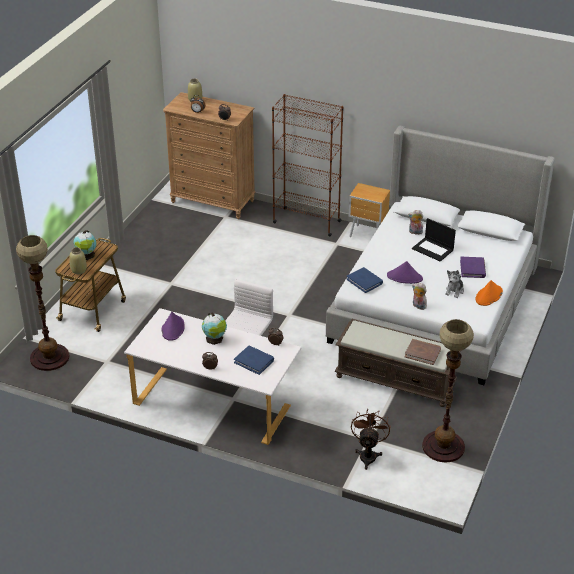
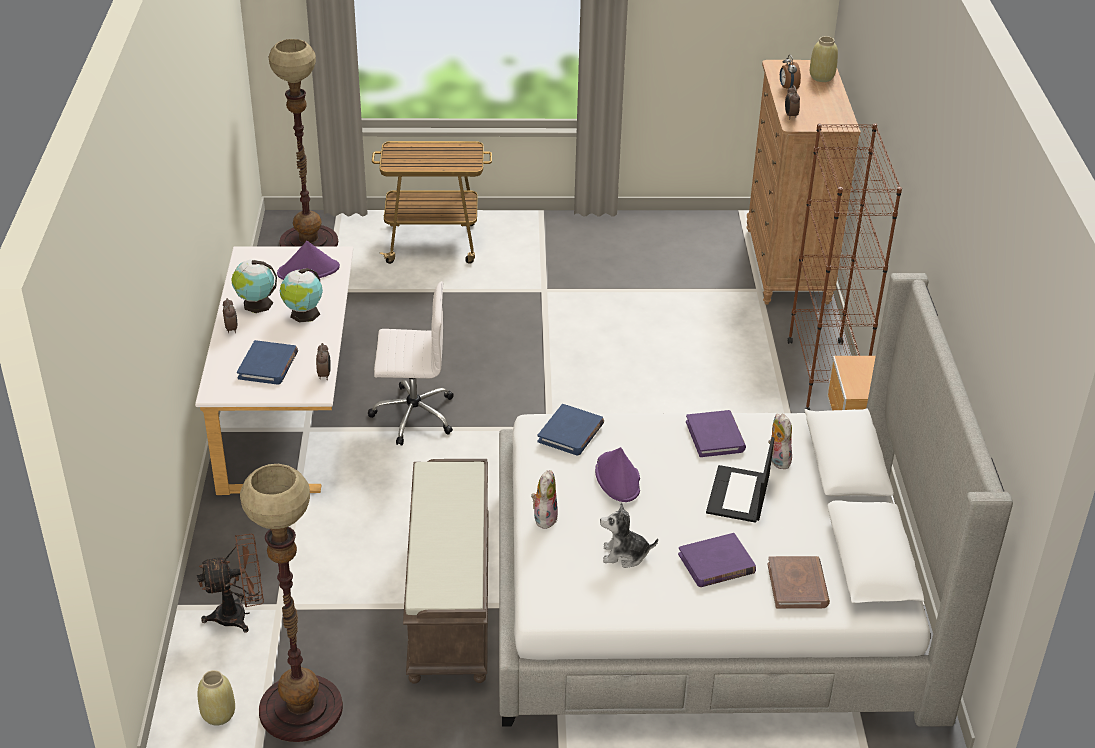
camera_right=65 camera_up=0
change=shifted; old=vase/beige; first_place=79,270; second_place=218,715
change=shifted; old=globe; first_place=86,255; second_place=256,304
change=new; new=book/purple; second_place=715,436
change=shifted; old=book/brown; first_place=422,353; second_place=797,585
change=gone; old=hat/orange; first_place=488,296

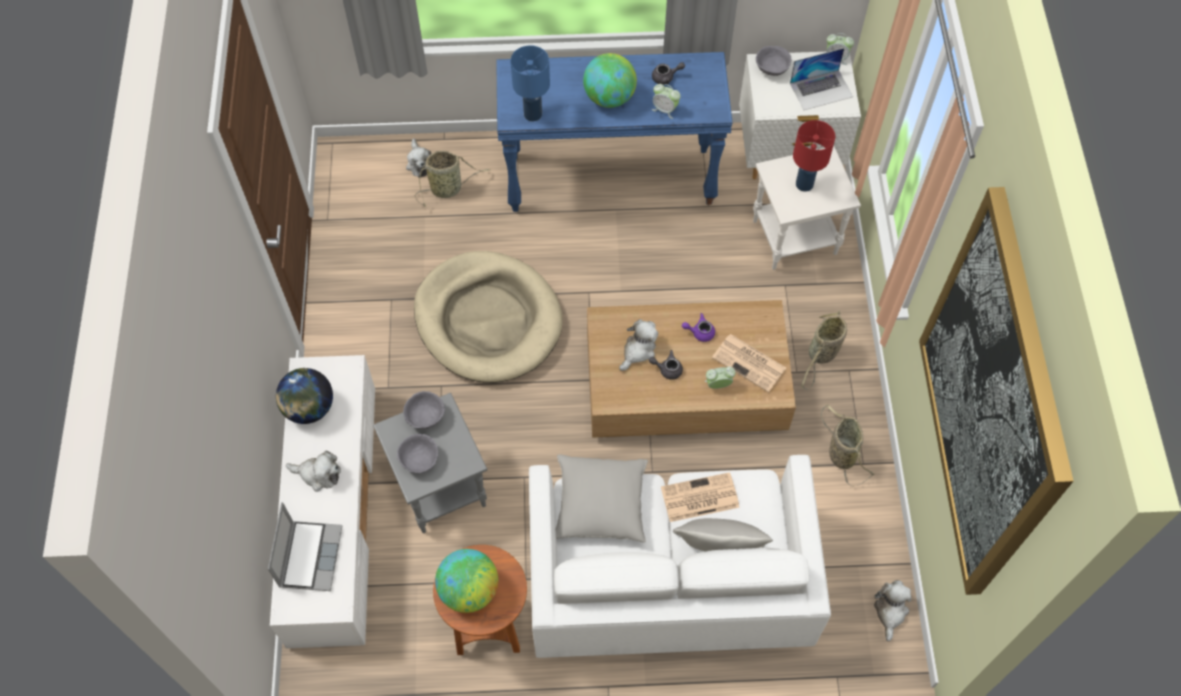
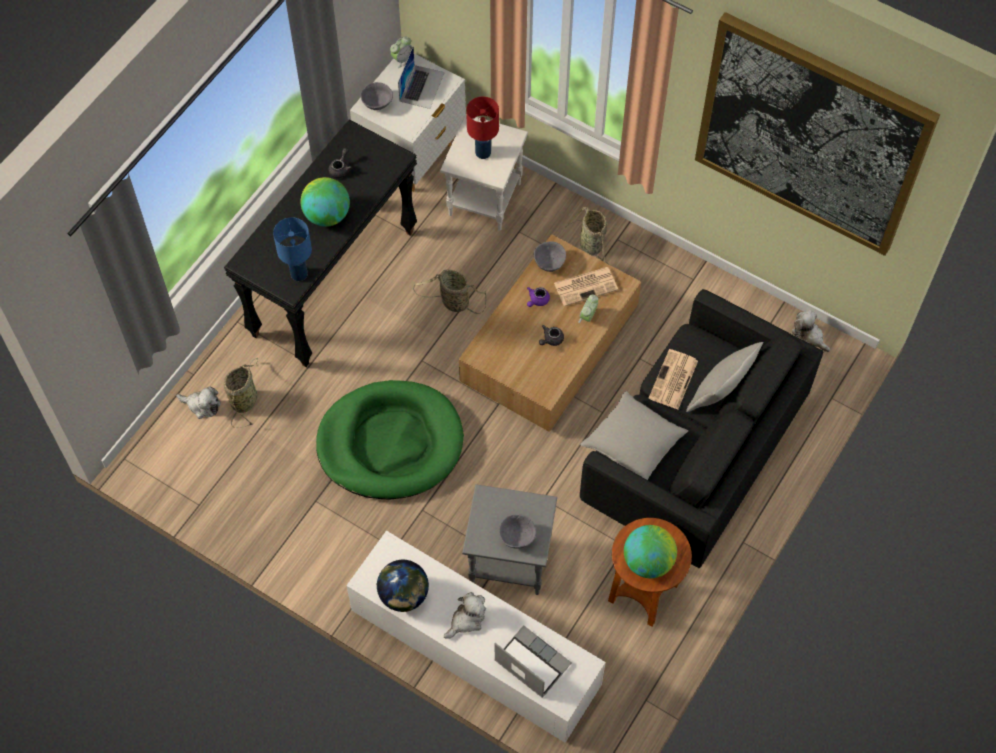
camera_right=-55 camera_up=0
change=repainted; old=console table/blue; new=console table/black; first_place=611,178; second_place=333,282
change=repainted; old=dog bed/beige; new=dog bed/green; first_place=488,320; second_place=390,443
change=shifted; old=basket; first_place=841,453; second_place=453,302
change=shifted; old=bowl/grey; first_place=426,417; second_place=549,263
change=repainted; old=sofa/white; new=sofa/black; first_place=667,580; second_place=691,455
change=gone; old=plush toy; first_place=638,350
change=gone; old=alarm clock; first_place=665,109

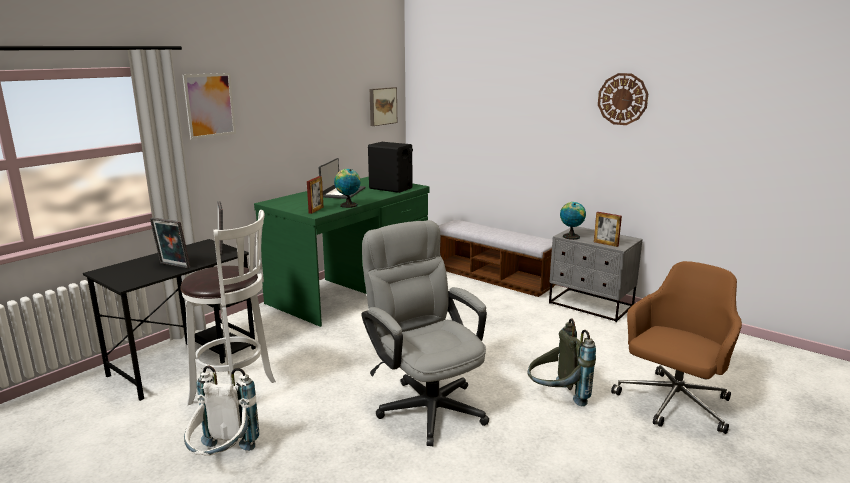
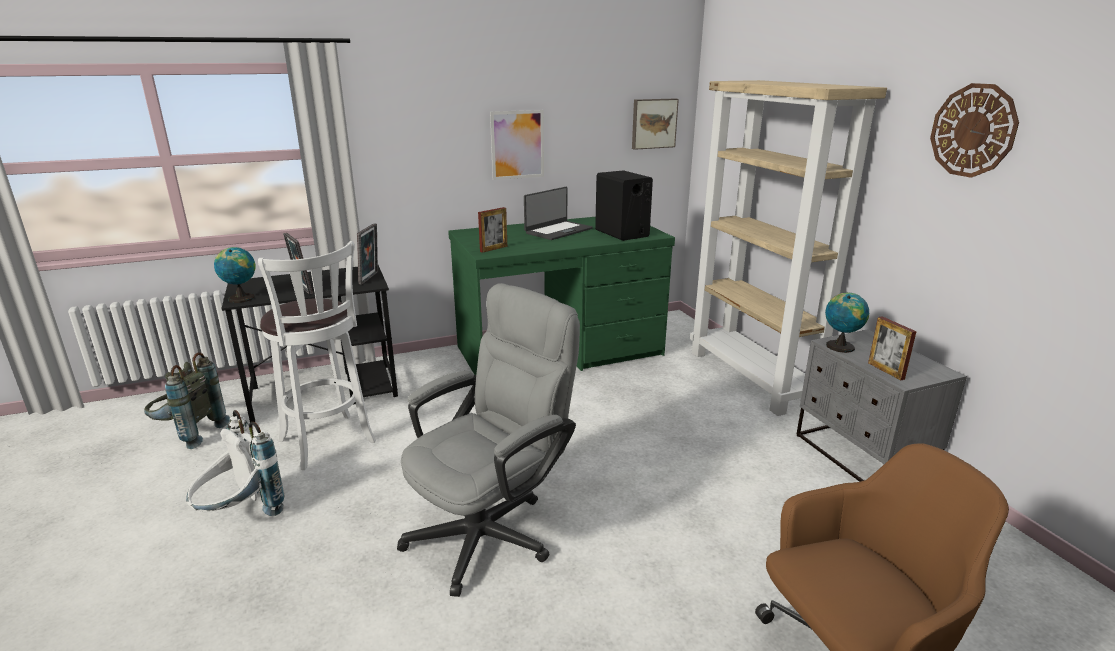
camera_right=30 camera_up=5
change=shifted; old=backpack/grey; first_place=556,398; second_place=189,434
change=shifted; old=globe; first_place=348,205; second_place=241,297
change=rotated; old=office chair/grey; first_place=426,404; second_place=492,529; degrees=45
change=shifted; old=picture; first_place=210,105; second_place=517,145
change=swapped; old=bench; new=bookcase/beige; first_place=494,278; second_place=751,377

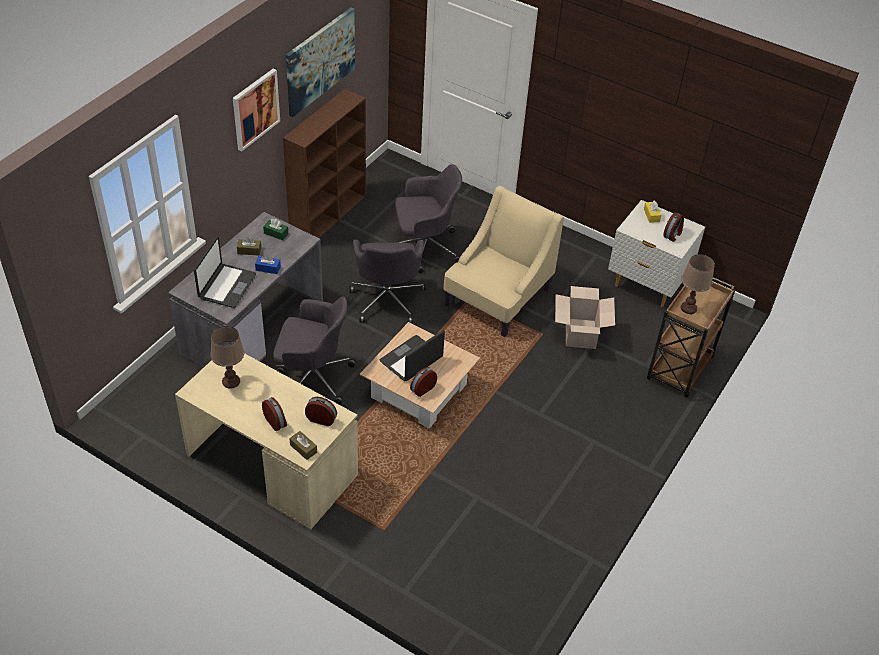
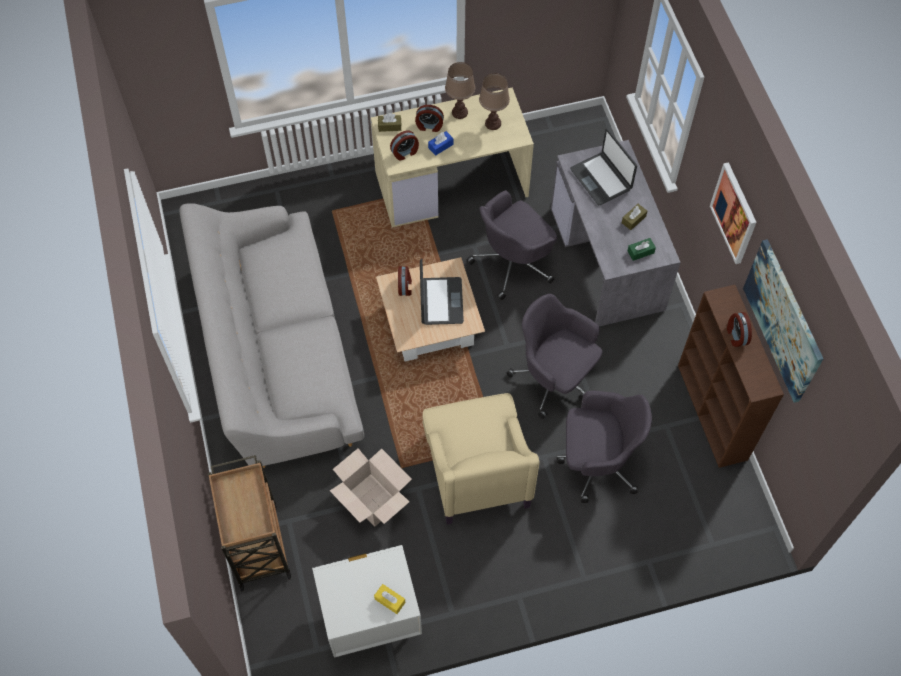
camera_right=135 camera_up=15
change=new; new=sofa/grey; second_place=278,352
change=shifted; old=tissue box/blue; first_place=268,268; second_place=440,146
change=shifted; old=table lamp/brown; first_place=688,308; second_place=459,112
change=rotated; old=office chair/grey; first_place=425,247; second_place=596,461; degrees=-120
change=shifted; old=alarm clock; first_place=672,235; second_place=736,335

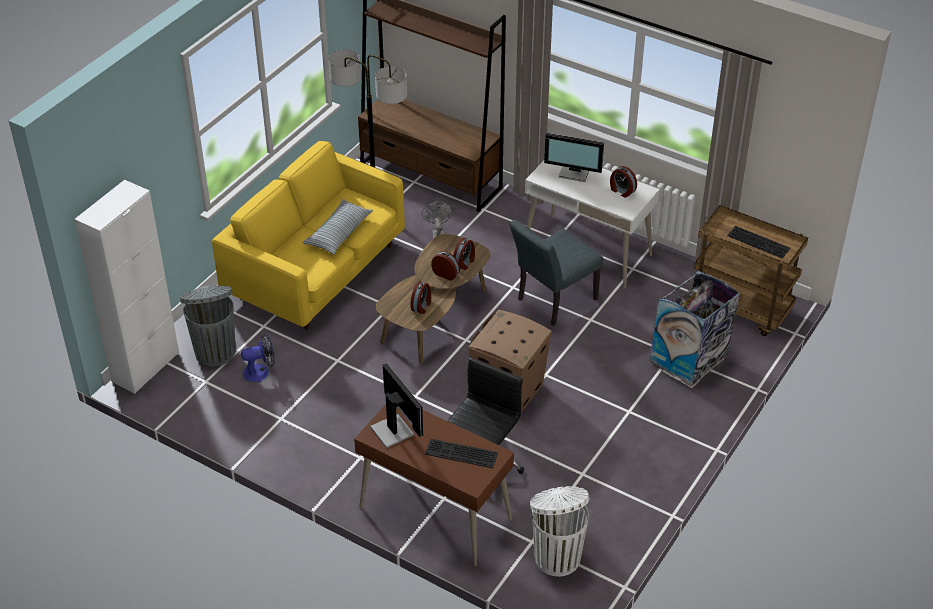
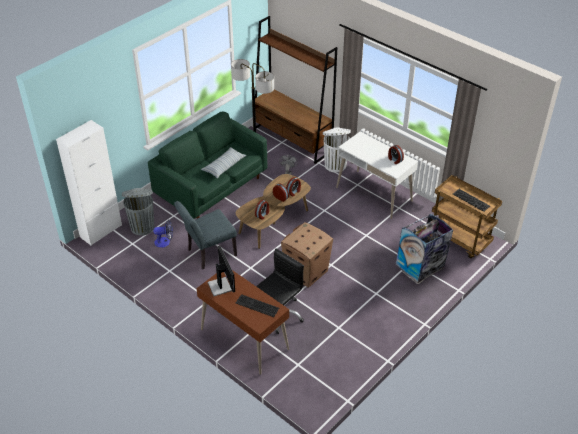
camera_right=10 camera_up=0
change=repainted; old=sofa/yellow; new=sofa/green; first_place=316,272; second_place=212,188
change=shifted; old=chair/grey; first_place=552,301; second_place=208,254
change=shifted; old=trash can/white; first_place=556,556; second_place=335,165
change=gone; old=monitor; first_place=575,172

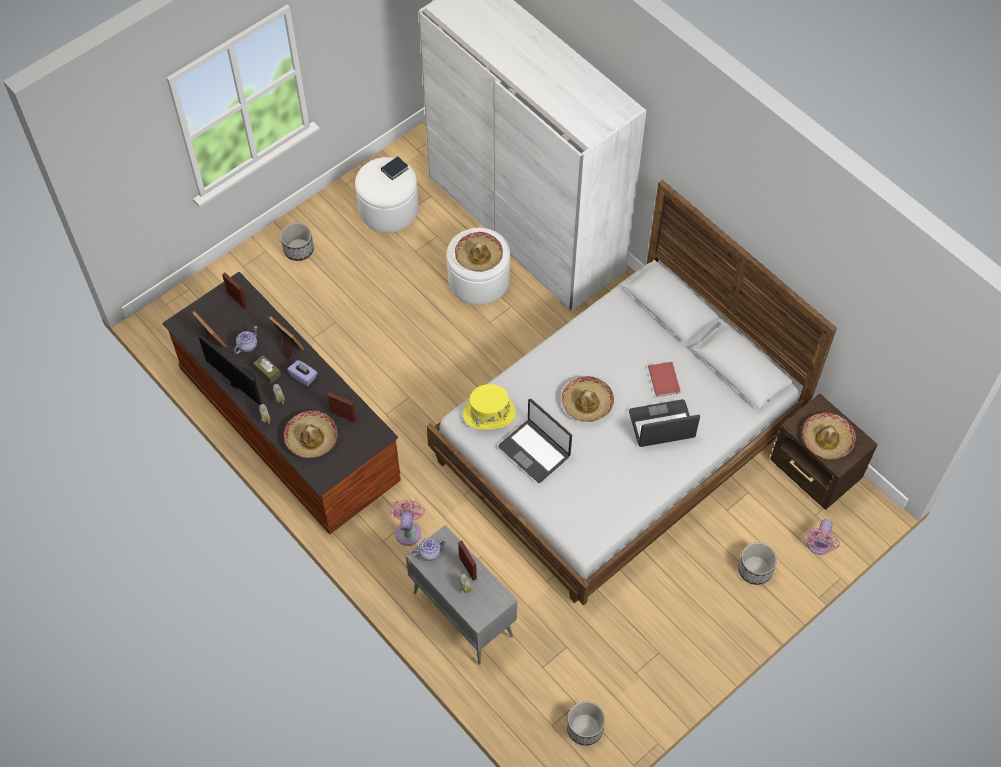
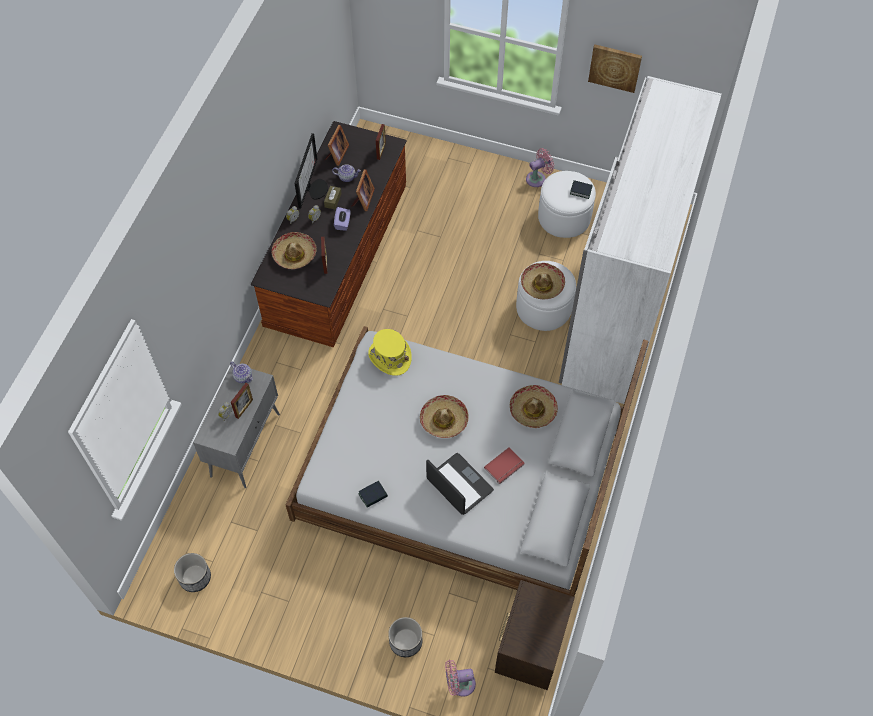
camera_right=60 camera_up=0
change=new; new=book; second_place=373,495
change=shifted; old=hat; first_place=827,439; second_place=533,410
change=shifted; old=fan/pink; first_place=408,531; second_place=538,178
change=new; new=picture; second_place=615,67
change=gone; old=planter; first_place=299,249
change=gone; old=laptop; first_place=535,451

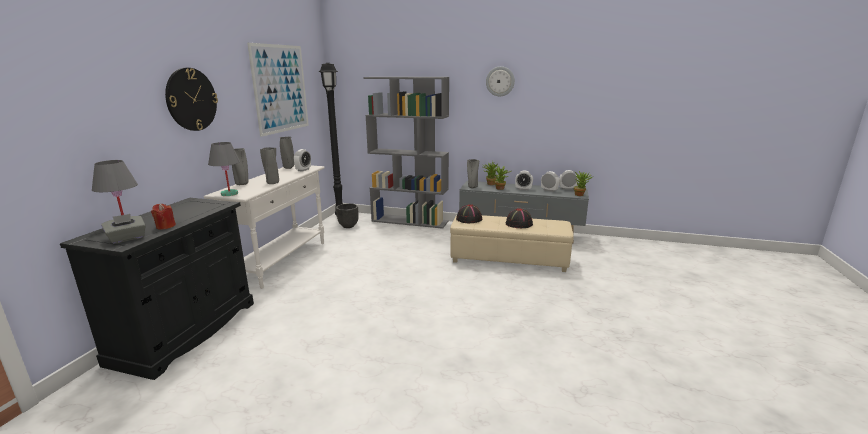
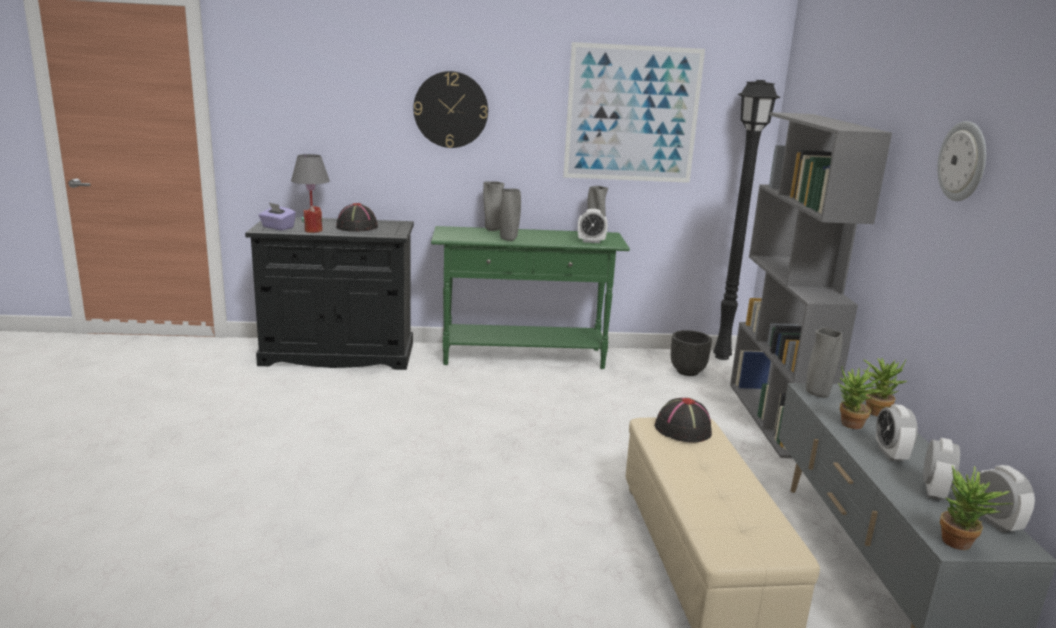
camera_right=70 camera_up=0
change=repainted; old=tissue box/grey; new=tissue box/purple; first_place=127,238; second_place=277,227
change=shifted; old=hat/black; first_place=519,224; second_place=356,227
change=repainted; old=console table/white; new=console table/green; first_place=282,261; second_place=524,357
change=gone; old=table lamp/grey; first_place=229,194

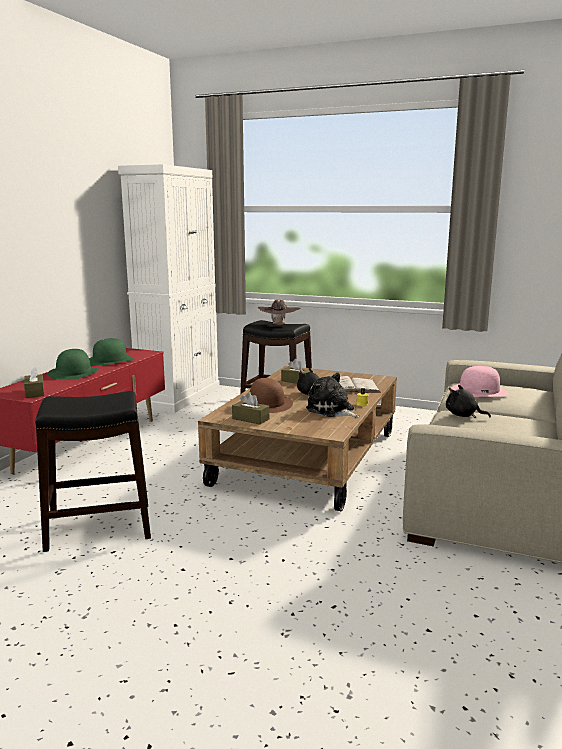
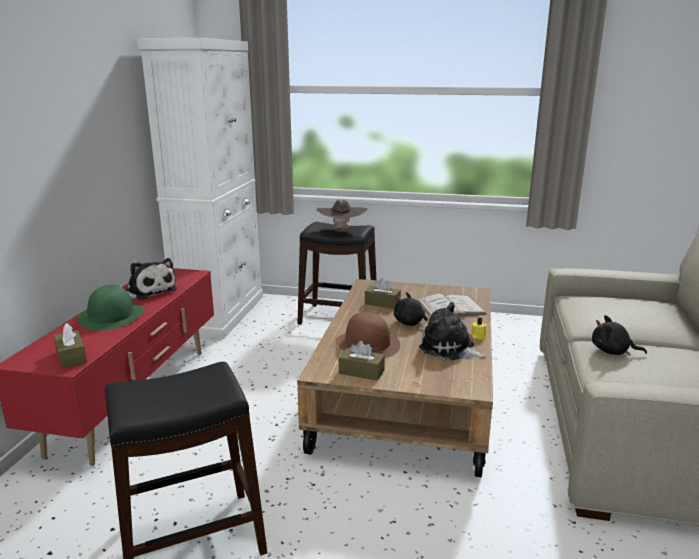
camera_right=-10 camera_up=5
change=swapped; old=hat/green; new=plush toy; first_place=110,360; second_place=150,290
change=gone; old=hat/pink; first_place=479,391

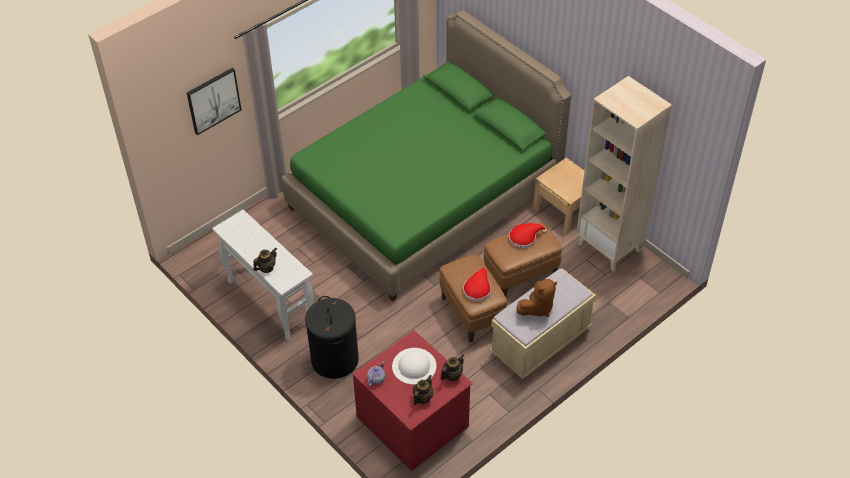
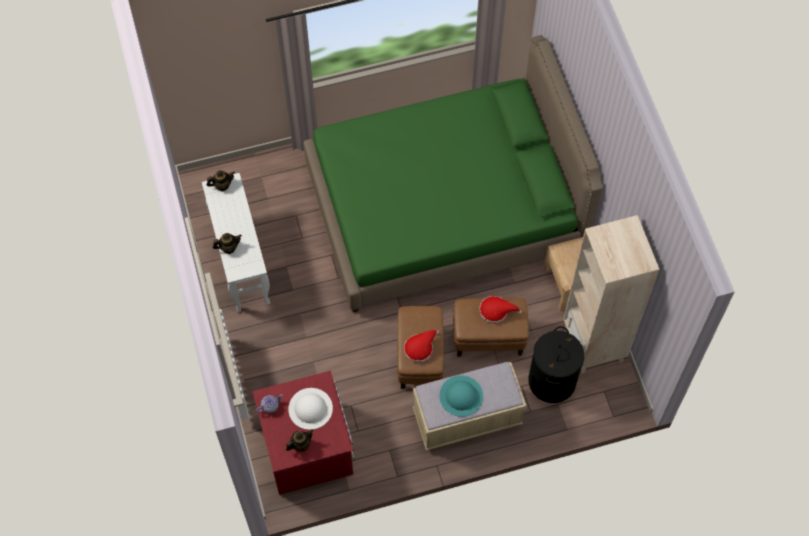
camera_right=25 camera_up=15
change=shifted; old=teapot; first_place=452,375; second_place=222,185
change=swapped; old=plush toy/brown; new=hat/turquoise; first_place=537,308; second_place=461,396
change=shifted; old=laundry basket/black; first_place=334,359; second_place=552,380
change=gone; old=picture; first_place=213,100

